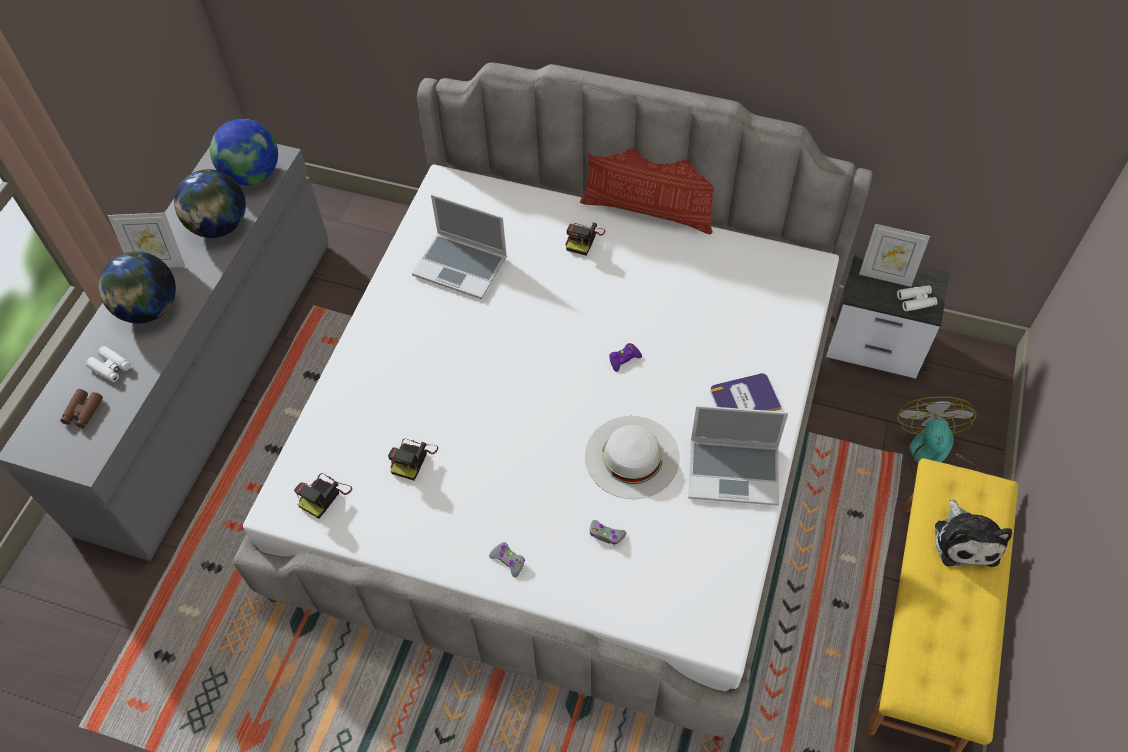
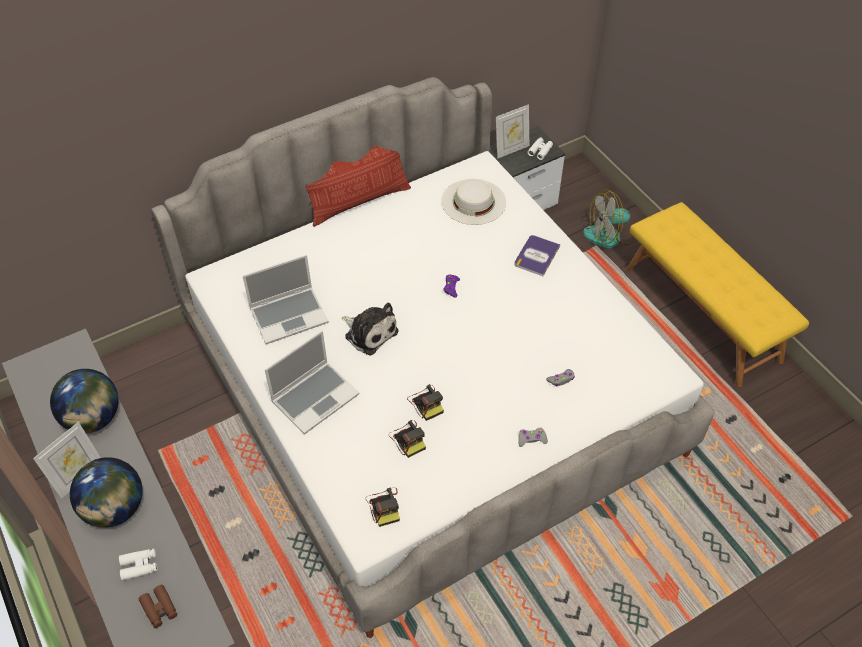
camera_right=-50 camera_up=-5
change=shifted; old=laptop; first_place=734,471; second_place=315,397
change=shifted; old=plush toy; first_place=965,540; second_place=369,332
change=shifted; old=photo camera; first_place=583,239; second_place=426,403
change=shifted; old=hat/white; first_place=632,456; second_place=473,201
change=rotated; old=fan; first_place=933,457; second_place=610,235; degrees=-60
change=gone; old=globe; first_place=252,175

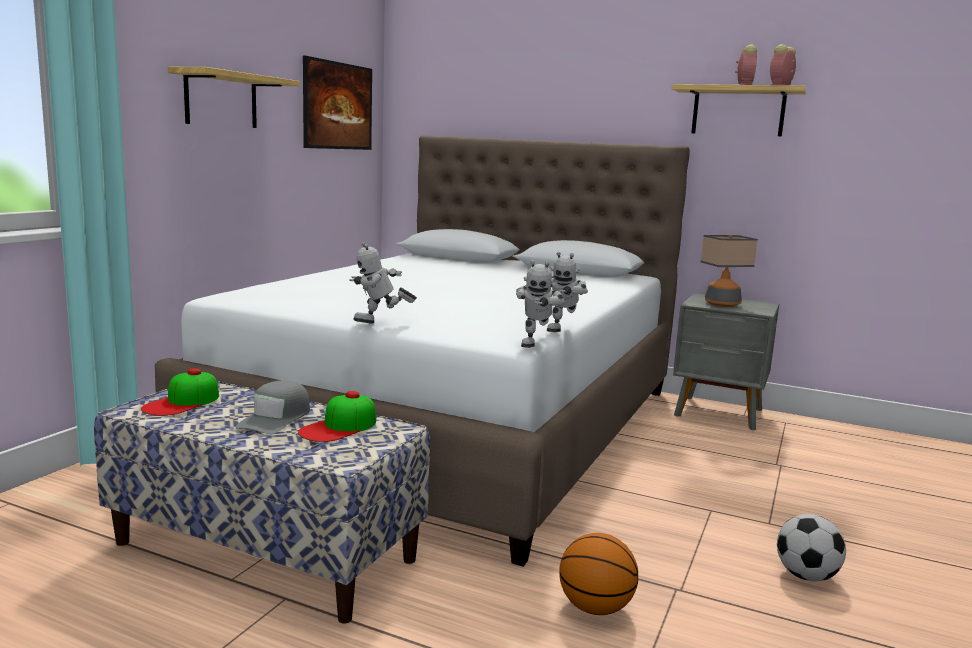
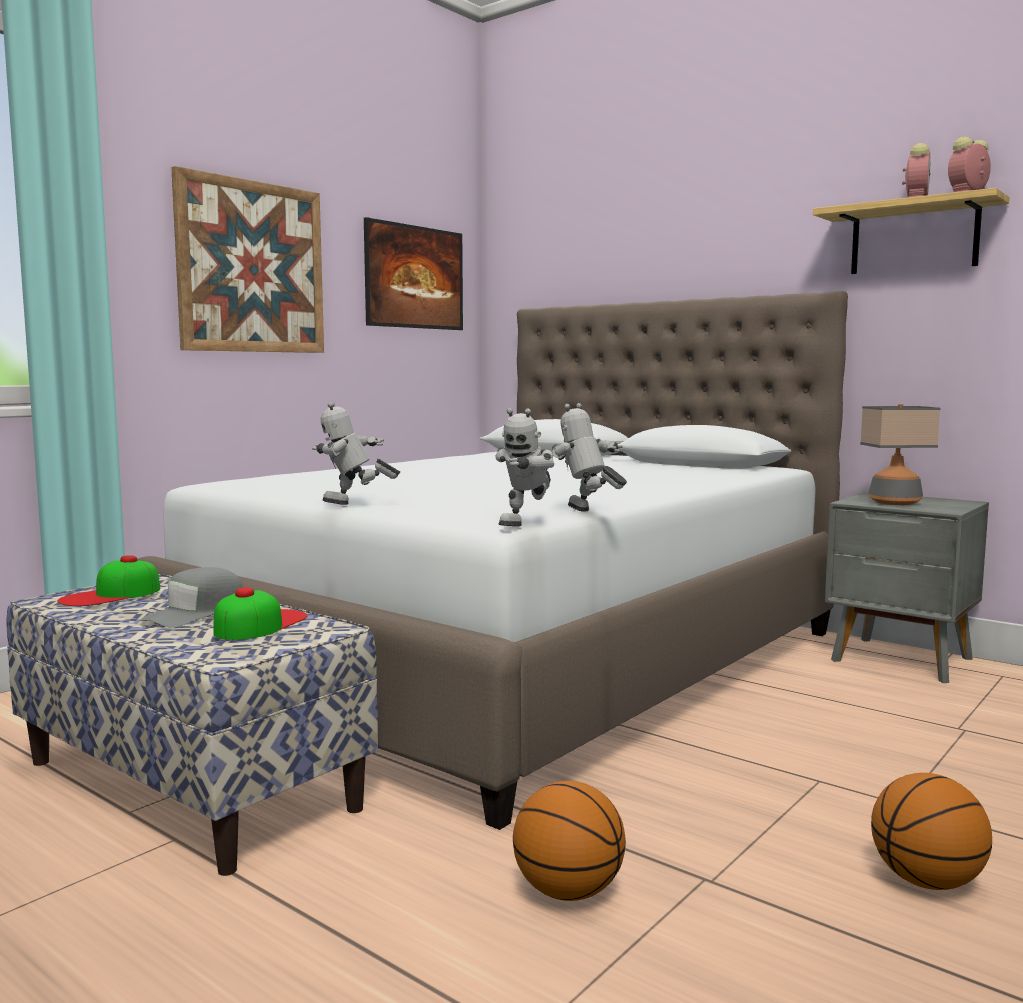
camera_right=15 camera_up=-5
change=swapped; old=shelf; new=picture; first_place=221,100; second_place=251,267
change=rotated; old=cap; first_place=339,427; second_place=260,624; degrees=150
change=rotated; old=toy robot; first_place=563,330; second_place=587,513; degrees=105
change=swapped; old=football; new=basketball; first_place=807,576; second_place=927,881

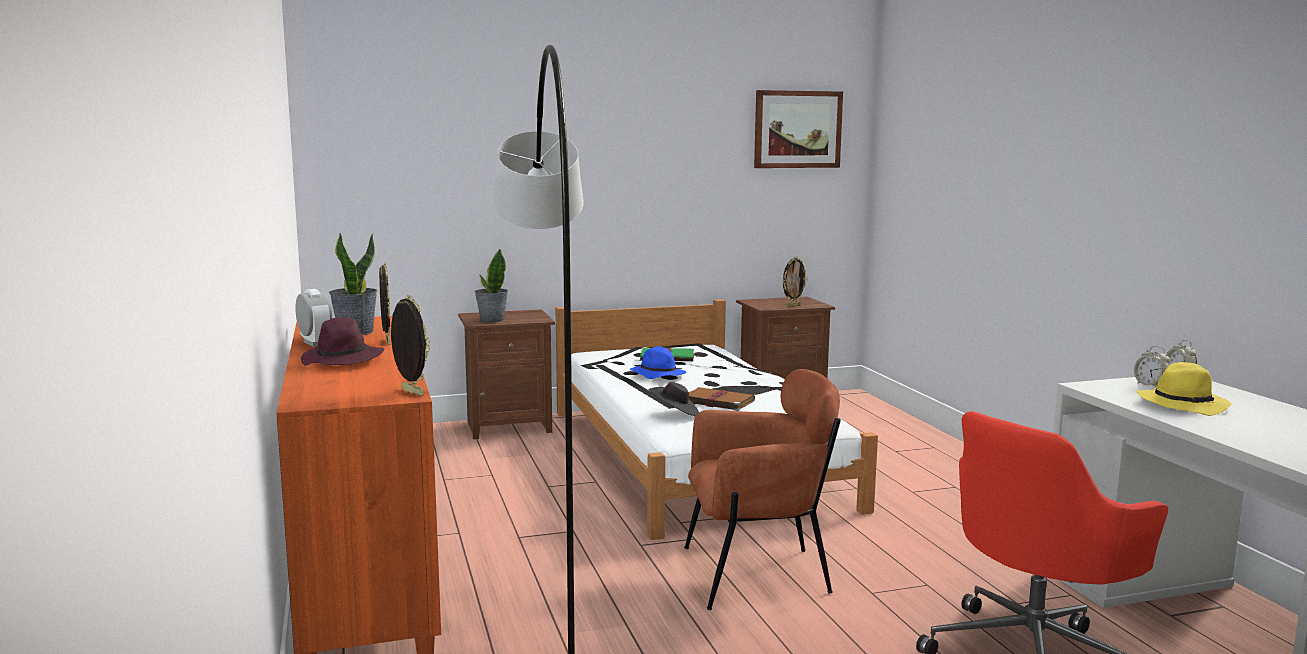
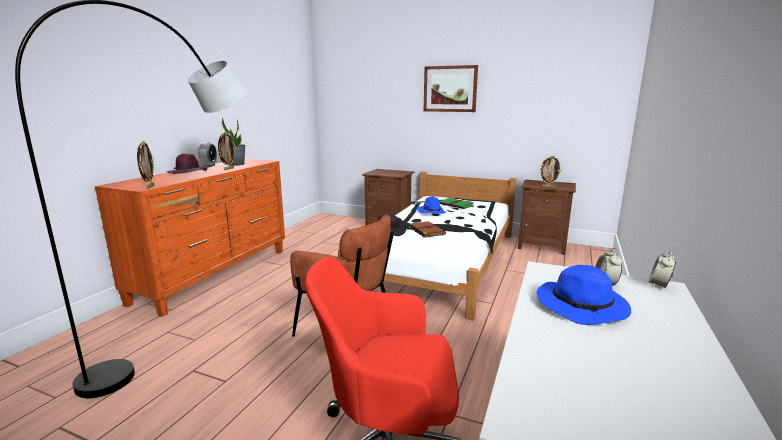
camera_right=40 camera_up=5
change=shifted; old=picture; first_place=797,129; second_place=450,89
change=repainted; old=hat/yellow; new=hat/blue; first_place=1183,404; second_place=583,306
change=gone; old=potted plant; first_place=492,320

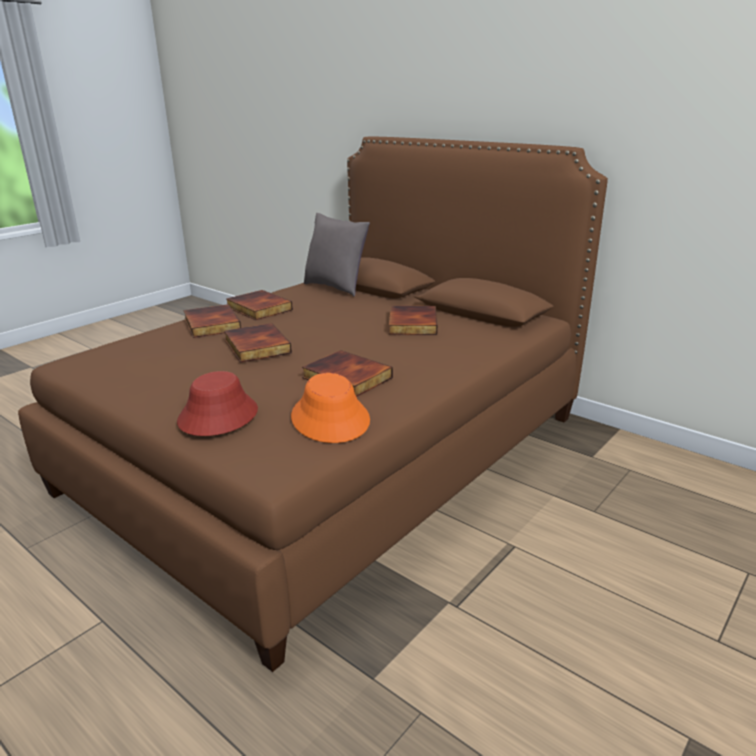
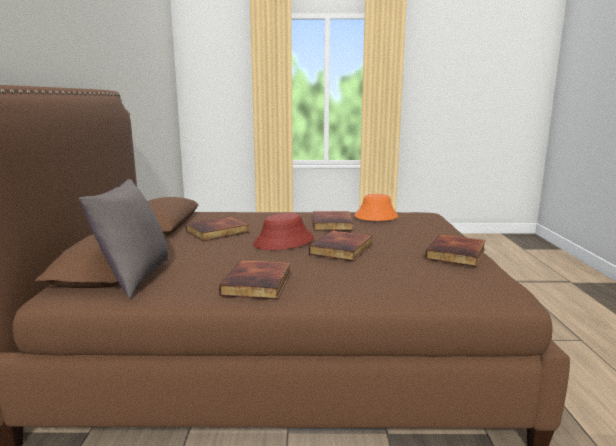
camera_right=-130 camera_up=-10
change=shifted; old=hat/red; first_place=218,416; second_place=284,242
change=shifted; old=book; first_place=210,324; second_place=457,254

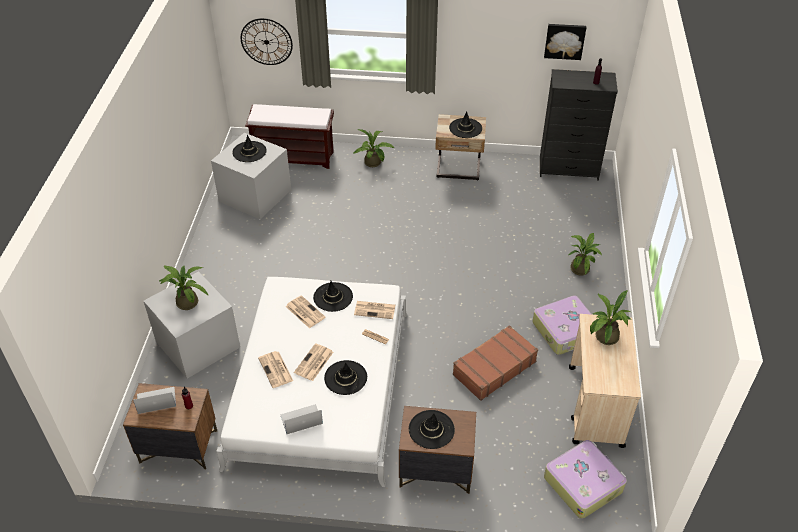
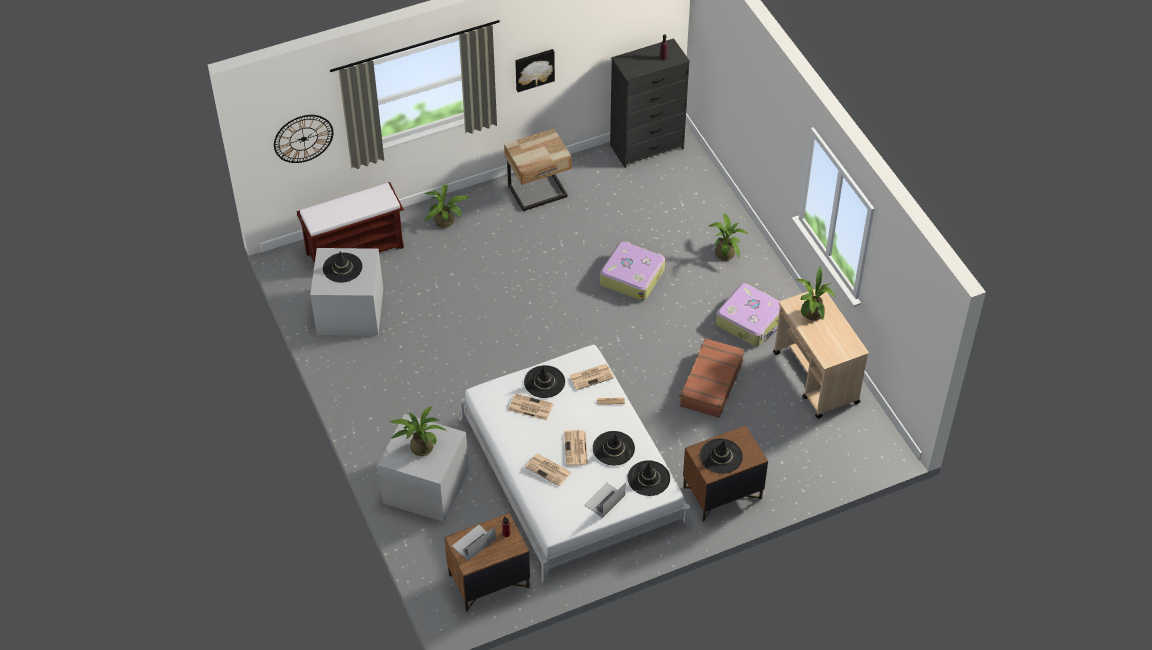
camera_right=-30 camera_up=5
change=shifted; old=picture; first_place=564,41; second_place=534,69
change=shifted; old=suitcase; first_place=583,483; second_place=632,276
change=shifted; old=hat/black; first_place=465,128; second_place=648,478

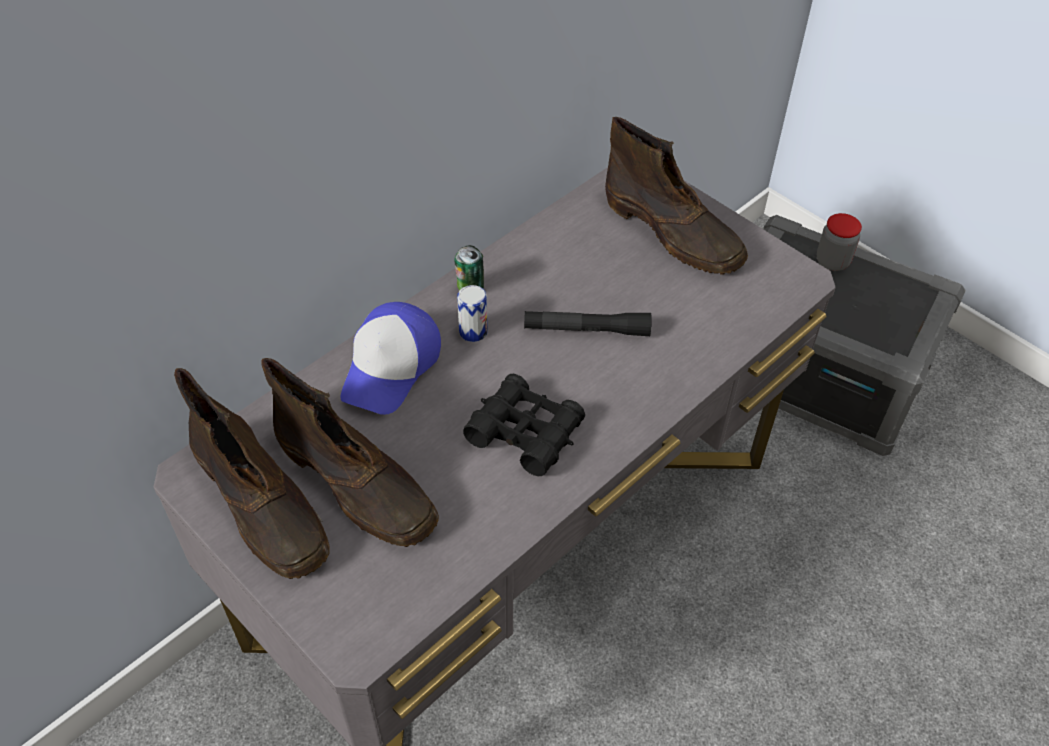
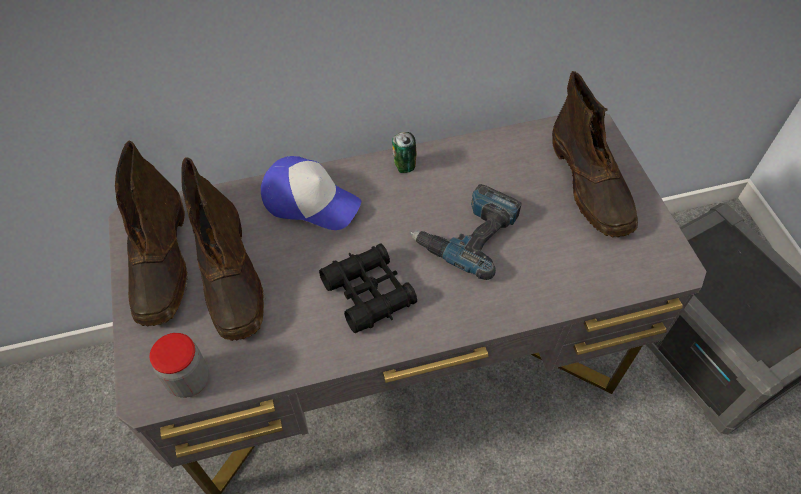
camera_right=30 camera_up=5
change=shifted; old=jar; first_place=832,261; second_place=189,380
change=rotated; old=cap; first_place=391,367; second_place=310,201; degrees=-120
change=swapped; old=flashlight/black; new=power drill; first_place=586,330; second_place=468,234
change=gone; old=can; first_place=473,331

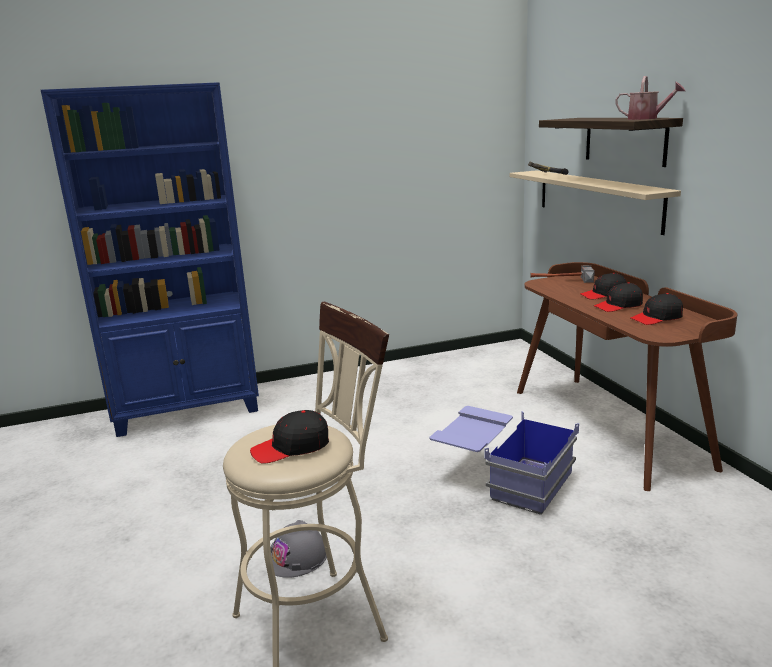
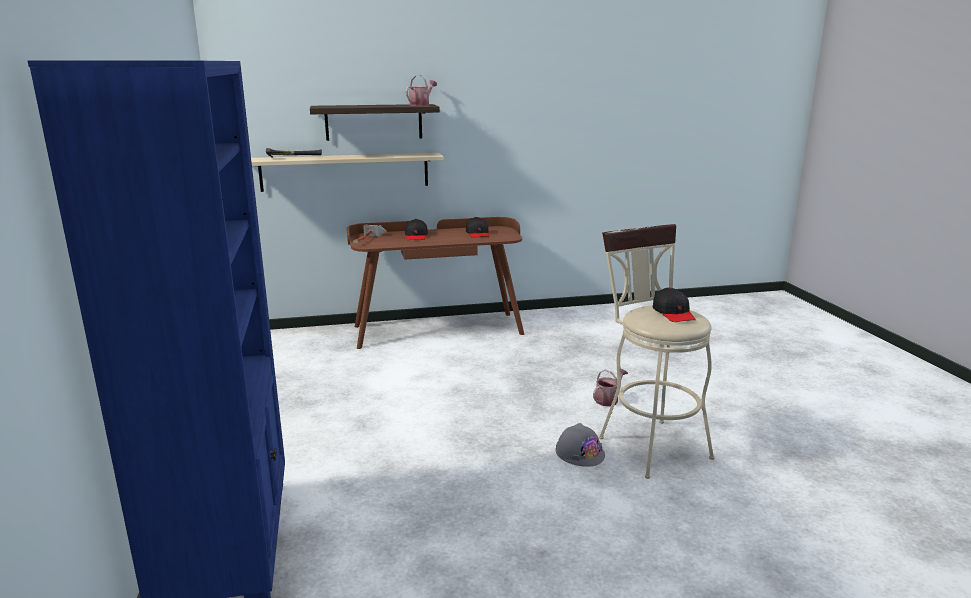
camera_right=-85 camera_up=0
change=new; new=watering can; second_place=608,399
change=gone; old=storage box/blue; first_place=502,478
change=gone; old=cap/black; first_place=618,306

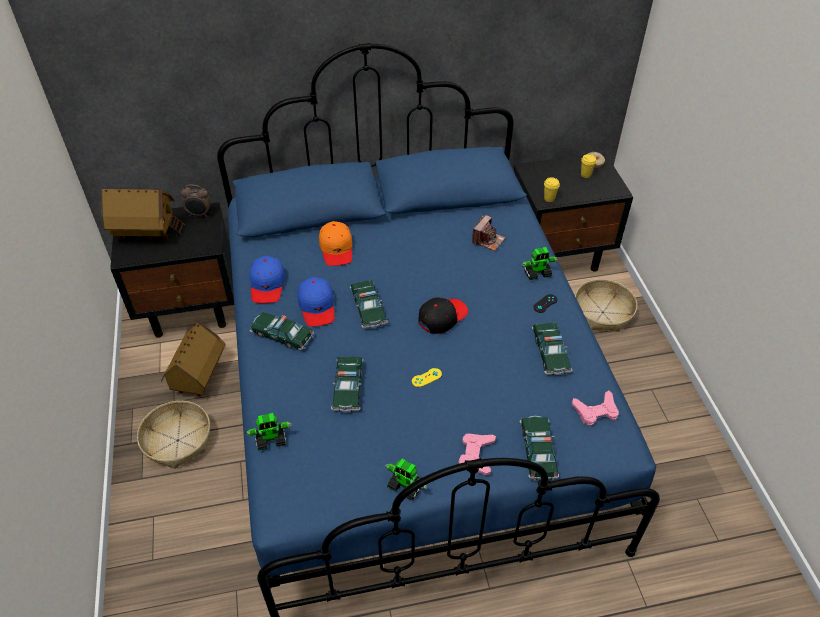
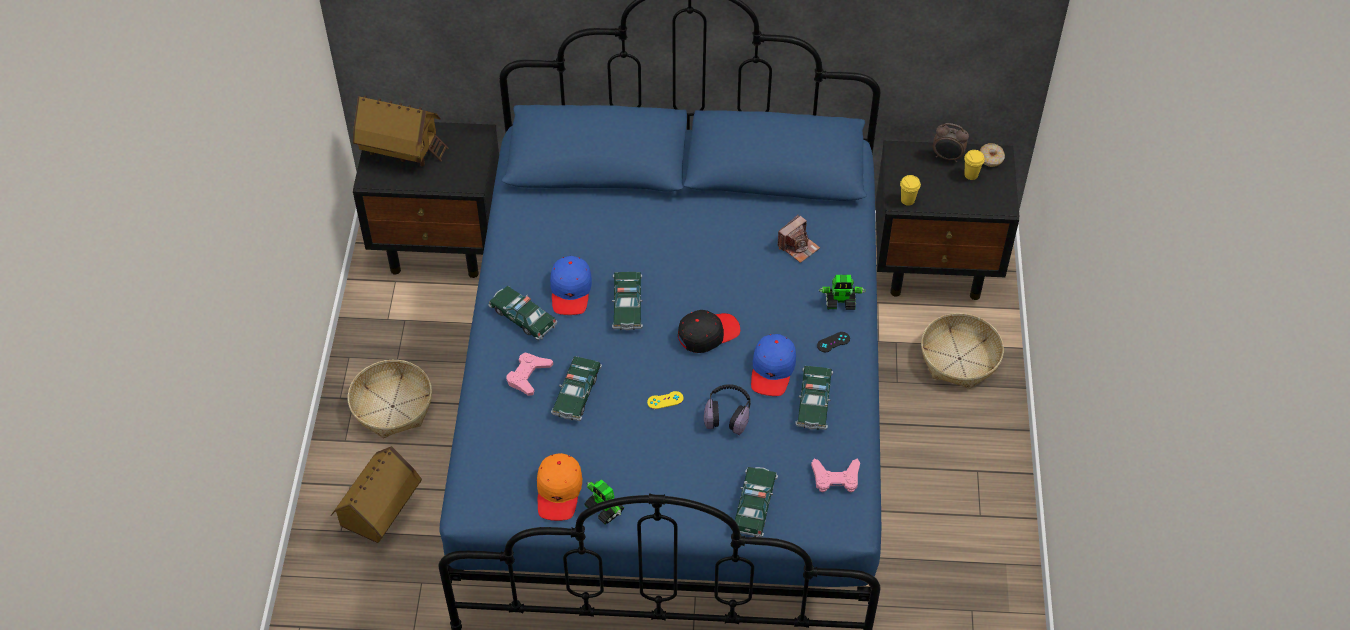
camera_right=15 camera_up=5
change=shifted; old=toy house; first_place=198,377; second_place=381,513
change=shifted; old=game controller/pink; first_place=476,455; second_place=528,376
change=shifted; old=cap/orange; first_place=337,249; second_place=559,491
change=new; new=headphones; second_place=728,414
change=shifted; old=cap/blue; first_place=267,285; second_place=772,370
change=shifted; old=alarm clock; first_place=199,214; second_place=947,157
change=gone; old=toy robot; first_place=271,439

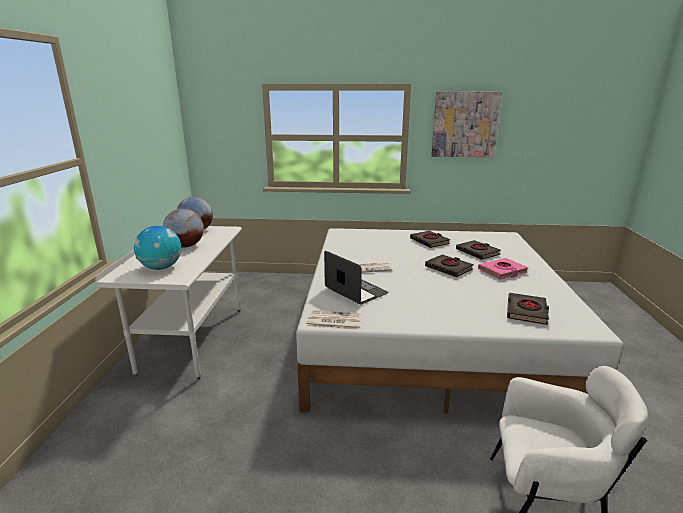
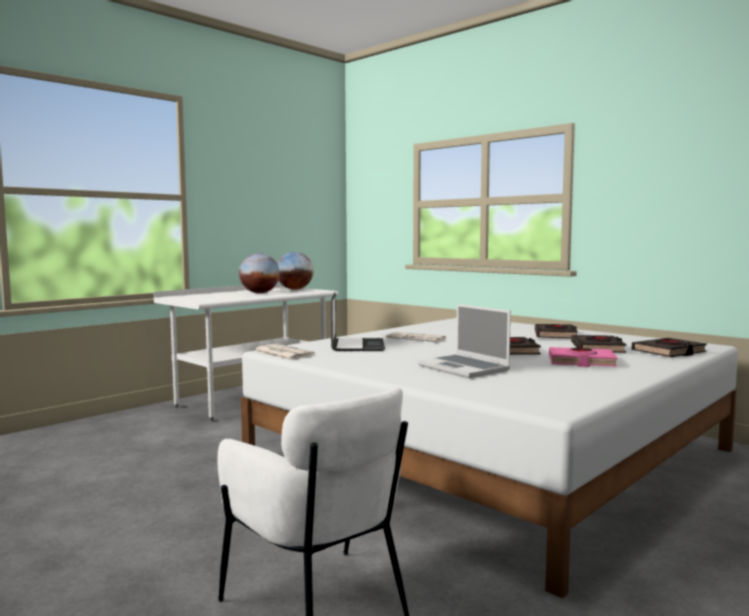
camera_right=40 camera_up=-15
change=new; new=laptop; second_place=464,368
change=shifted; old=book/black; first_place=527,312; second_place=669,352
change=gone; old=globe; first_place=161,267
change=gone; old=picture; first_place=465,124

